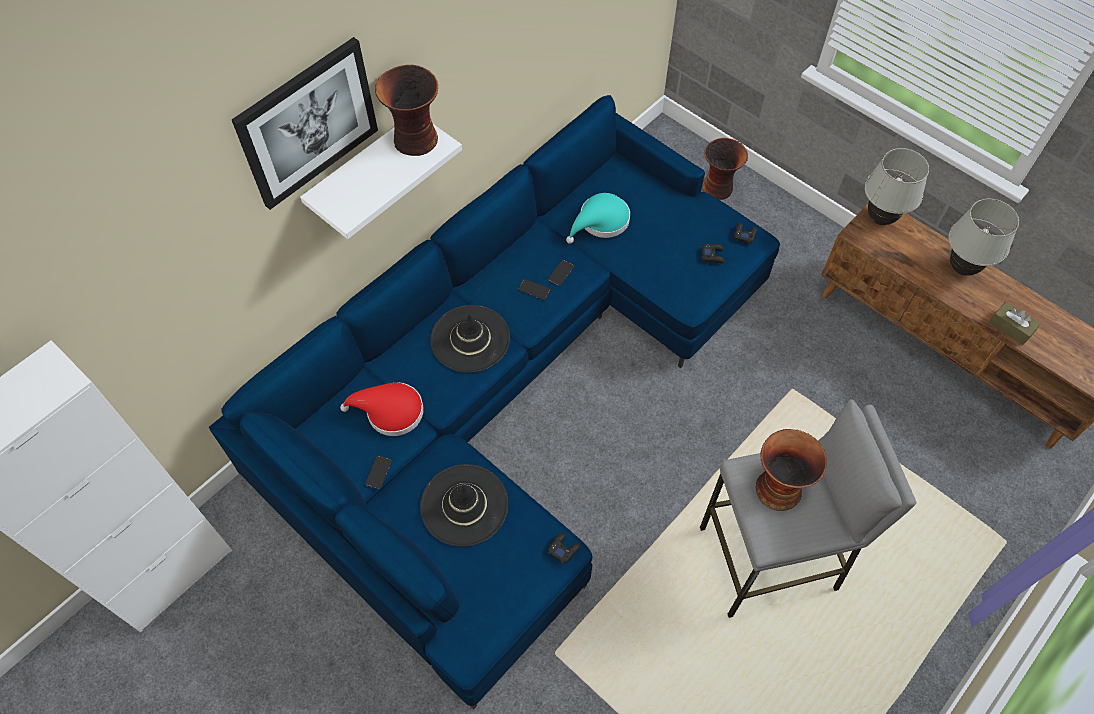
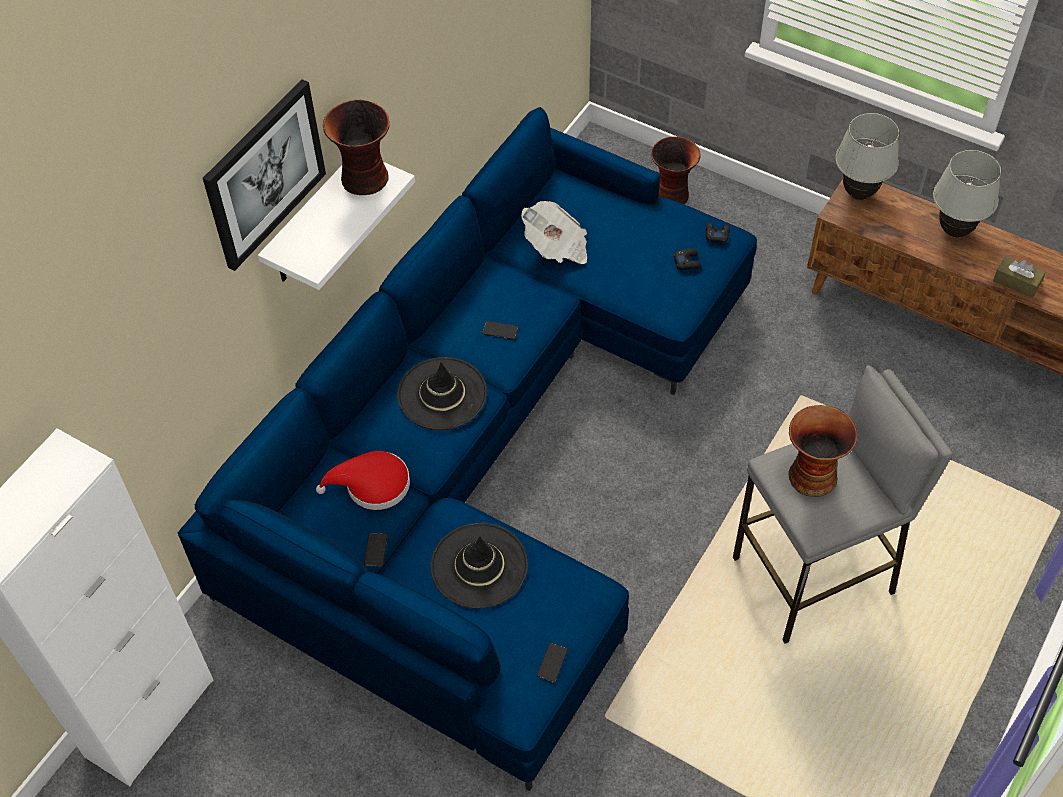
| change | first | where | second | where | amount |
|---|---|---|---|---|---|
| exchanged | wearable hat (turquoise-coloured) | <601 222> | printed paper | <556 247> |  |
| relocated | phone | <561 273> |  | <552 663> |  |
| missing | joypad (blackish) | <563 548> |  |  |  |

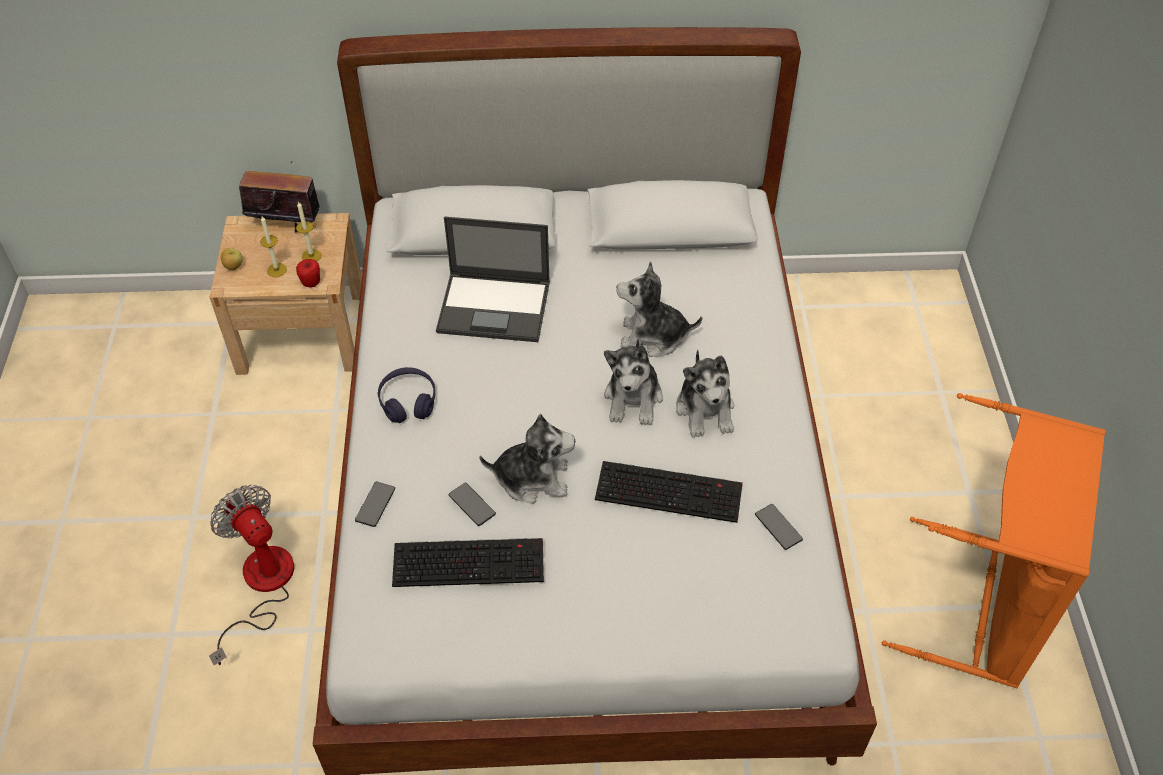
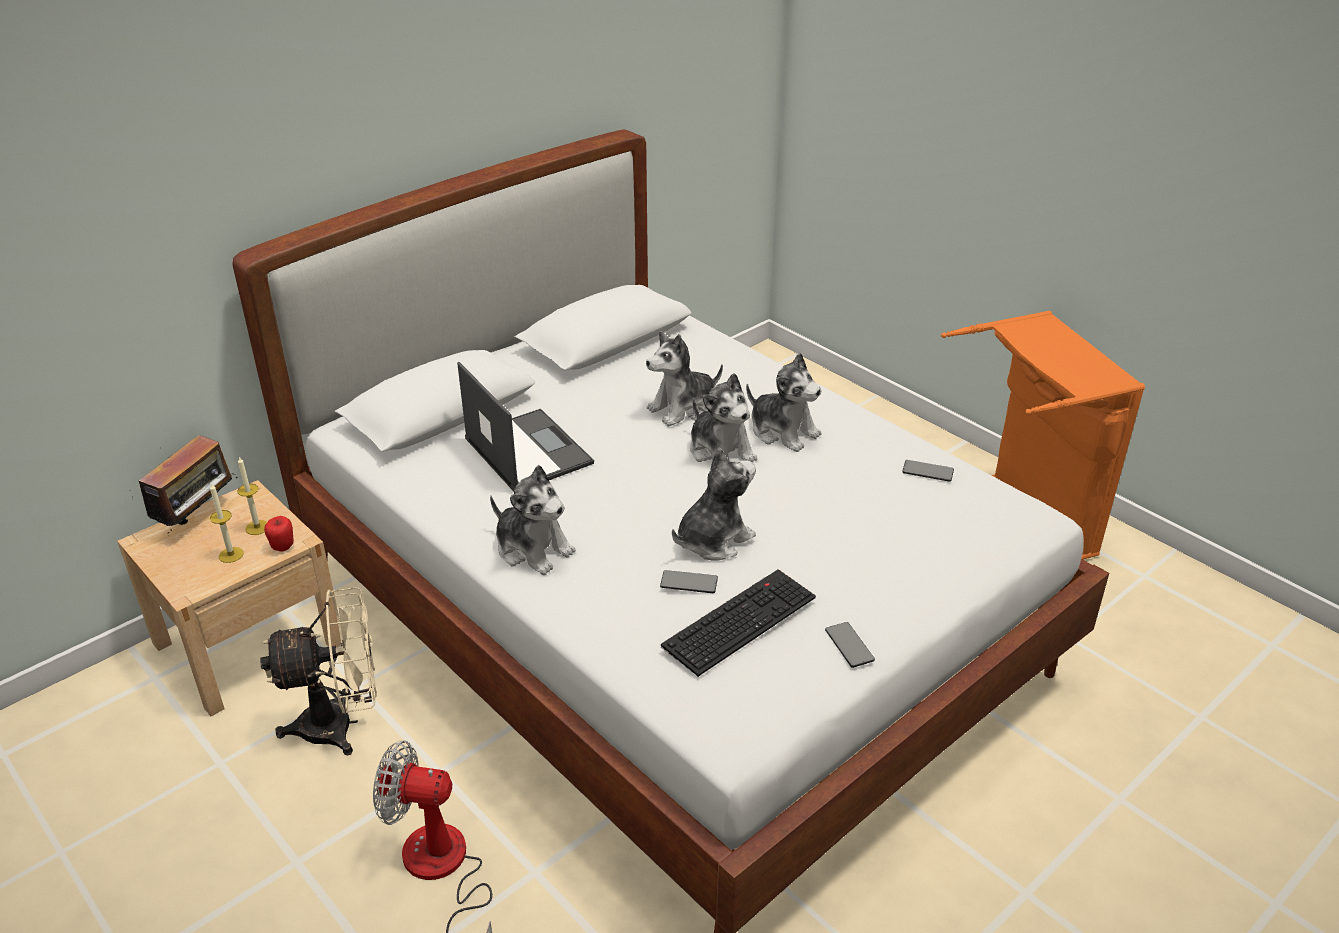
| change | first | where | second | where | amount |
|---|---|---|---|---|---|
| spun | radio receiver | <286 225> |  | <199 518> | 150 degrees clockwise |
| appeared |  |  | fan (sand-coloured) | <341 725> |  |
| spun | laptop | <495 307> |  | <527 450> | 90 degrees counterclockwise |
| exchanged | headphones (purple-coloured) | <408 401> | plush toy | <533 549> |  |
| relocated | phone | <375 504> |  | <849 645> |  |
| missing | apple | <233 267> |  |  |  |
| missing | computer keyboard | <670 491> |  |  |  |

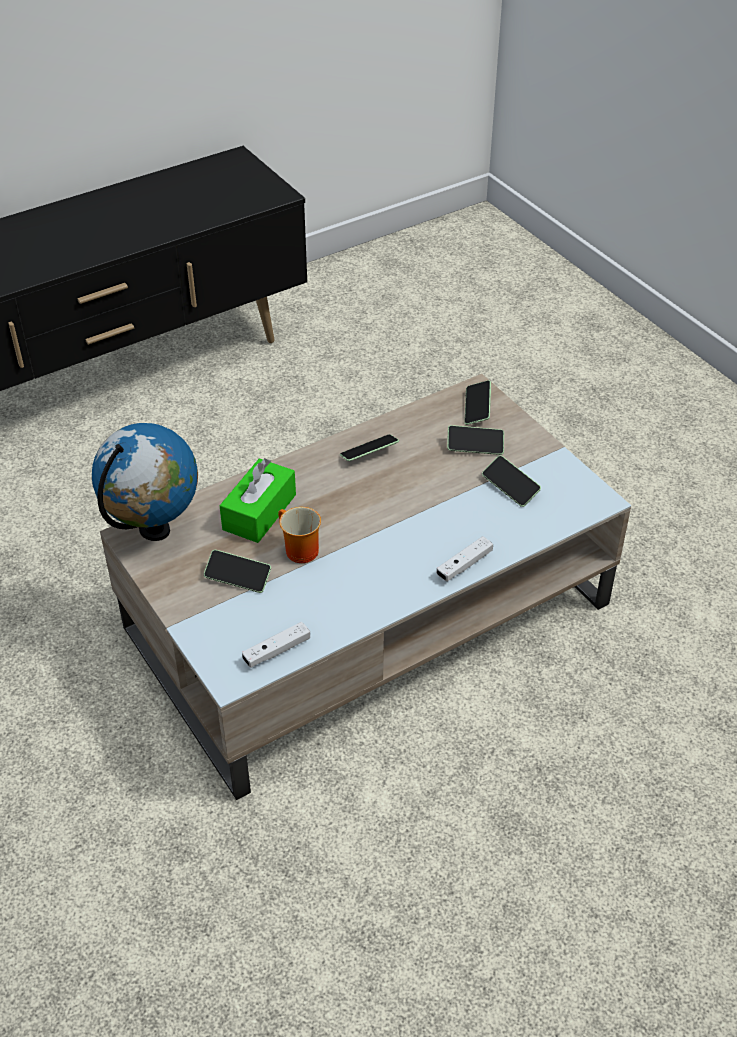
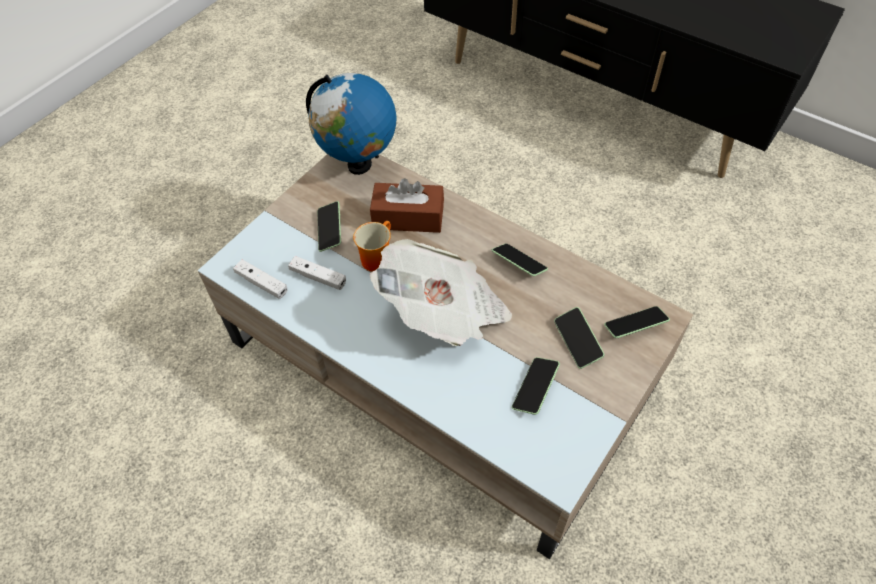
| change | first | where | second | where | amount |
|---|---|---|---|---|---|
| relocated | joypad (white) | <464 565> |  | <318 277> |  |
| colour | box of tissues (greenish) | <259 512> | box of tissues (brown) | <408 217> |  |
| appeared |  |  | printed paper | <444 312> |  |

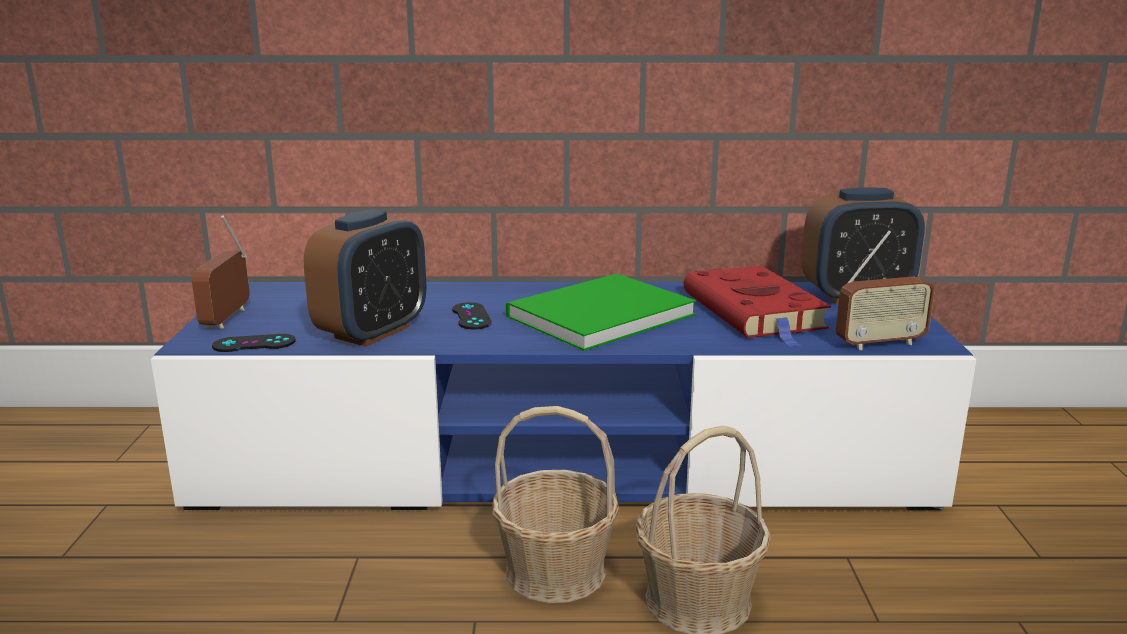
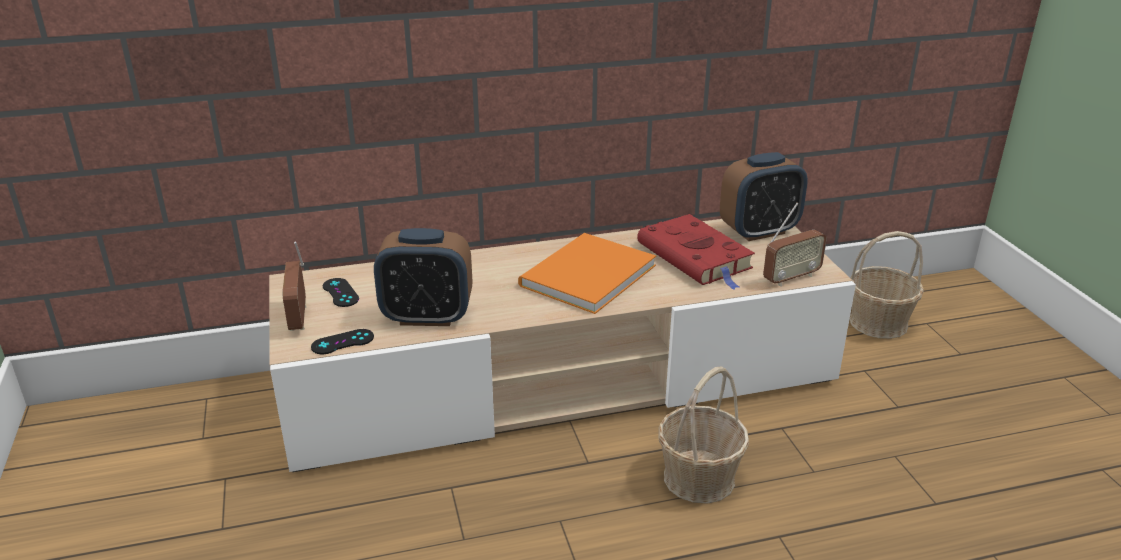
| change | first | where | second | where | amount |
|---|---|---|---|---|---|
| colour | tv stand (blue) | <563 460> | tv stand (sand-coloured) | <560 380> |  |
| relocated | joypad (blackish) | <471 316> |  | <340 293> |  |
| spun | alarm clock | <372 332> |  | <427 317> | 75 degrees clockwise |
| colour | book (greenish) | <594 315> | book (orange) | <583 276> |  |
| relocated | basket | <556 572> |  | <879 323> |  |

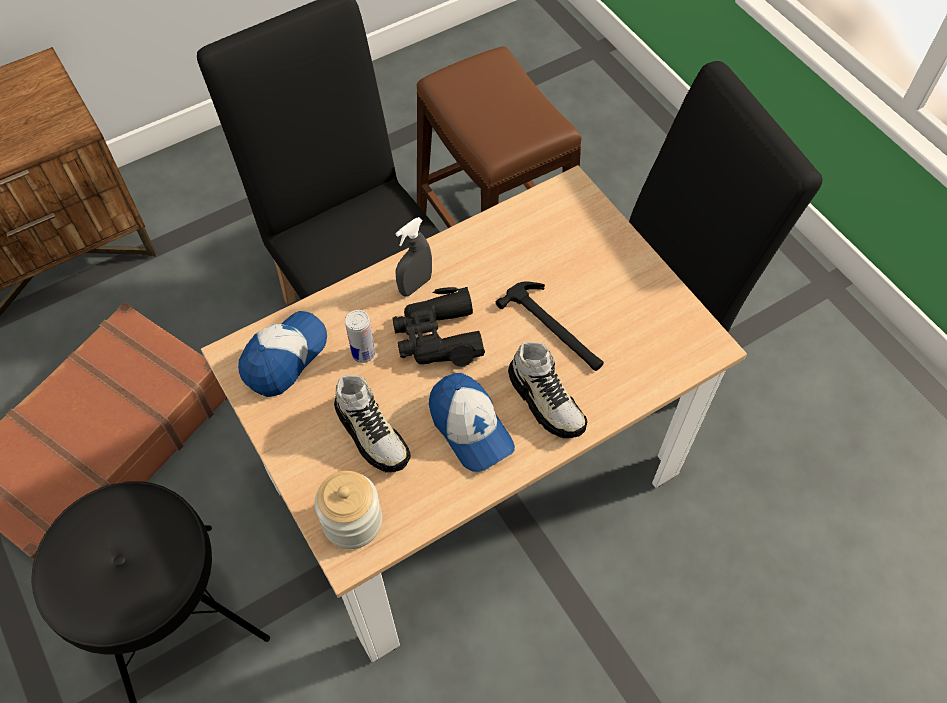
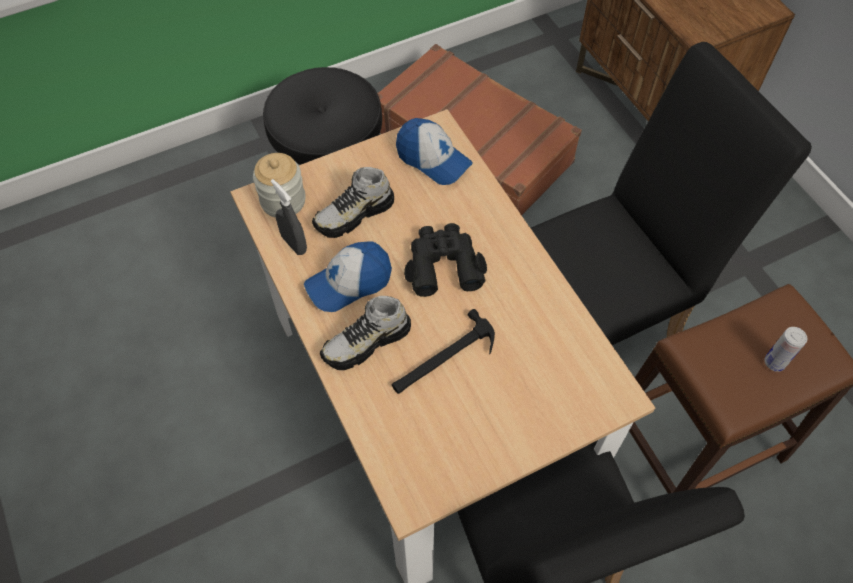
| change | first | where | second | where | amount |
|---|---|---|---|---|---|
| relocated | spray bottle (gray) | <415 285> |  | <294 244> |  |
| relocated | sealed can | <363 353> |  | <774 362> |  |

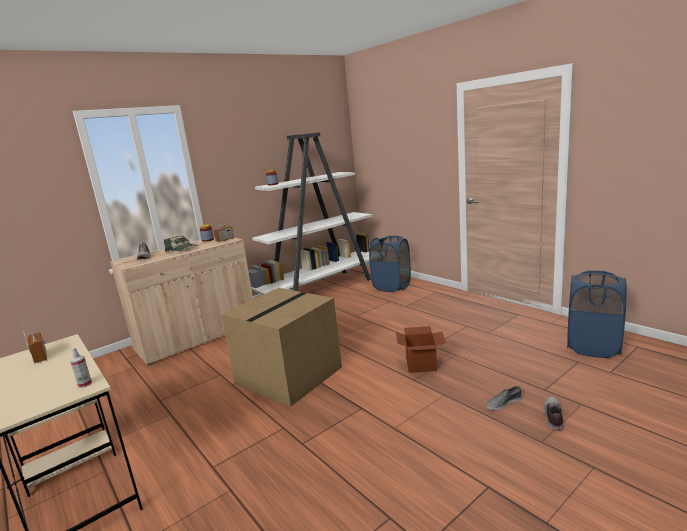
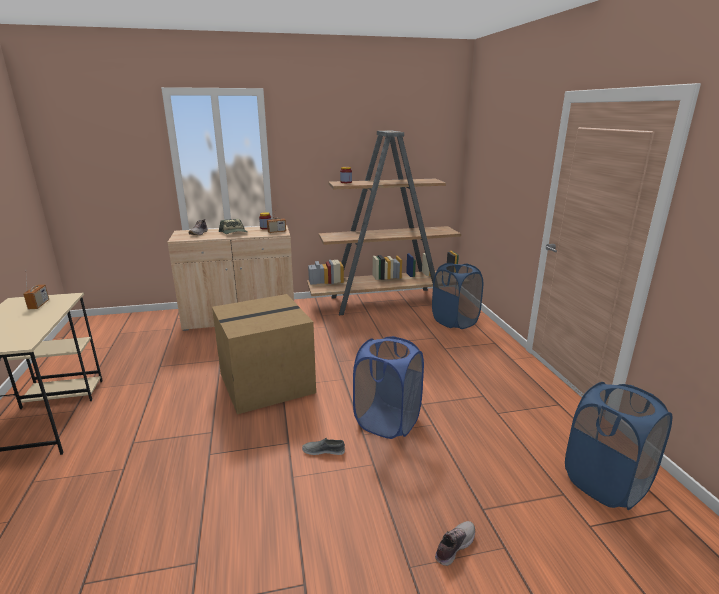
| change | first | where | second | where | amount |
|---|---|---|---|---|---|
| relocated | shoe (gray) | <503 402> |  | <323 450> |  |
| colour | bookshelf (white) | <322 288> | bookshelf (brown) | <387 301> |  |
| exchanged | carton | <421 365> | laundry basket (blue) | <387 421> |  |
| missing | spray bottle | <85 384> |  |  |  |

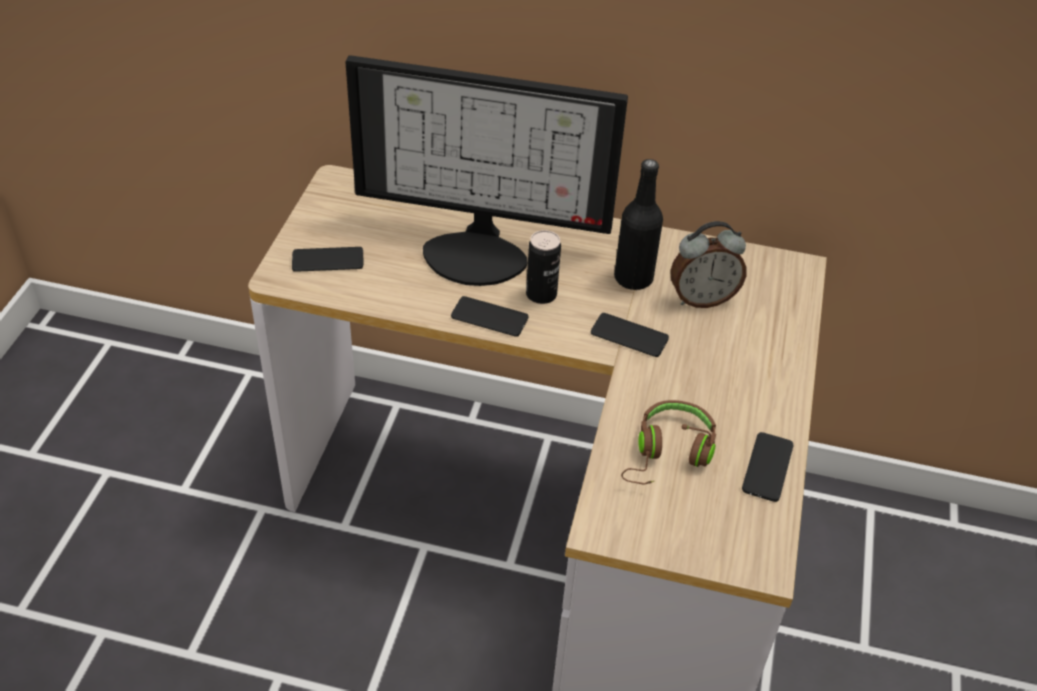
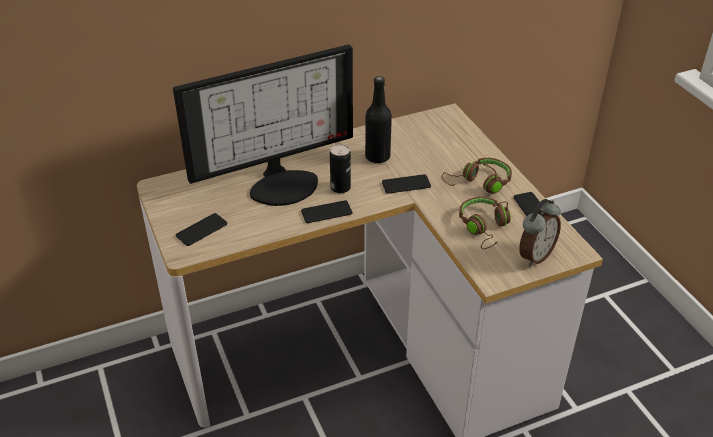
| change | first | where | second | where | amount |
|---|---|---|---|---|---|
| appeared |  |  | headphones (brown) | <479 183> |  |
| relocated | alarm clock | <702 298> |  | <535 255> |  |

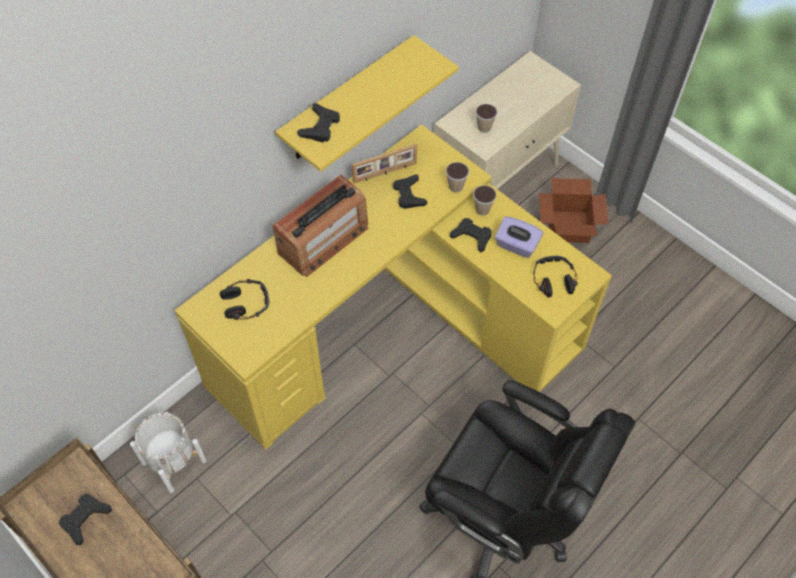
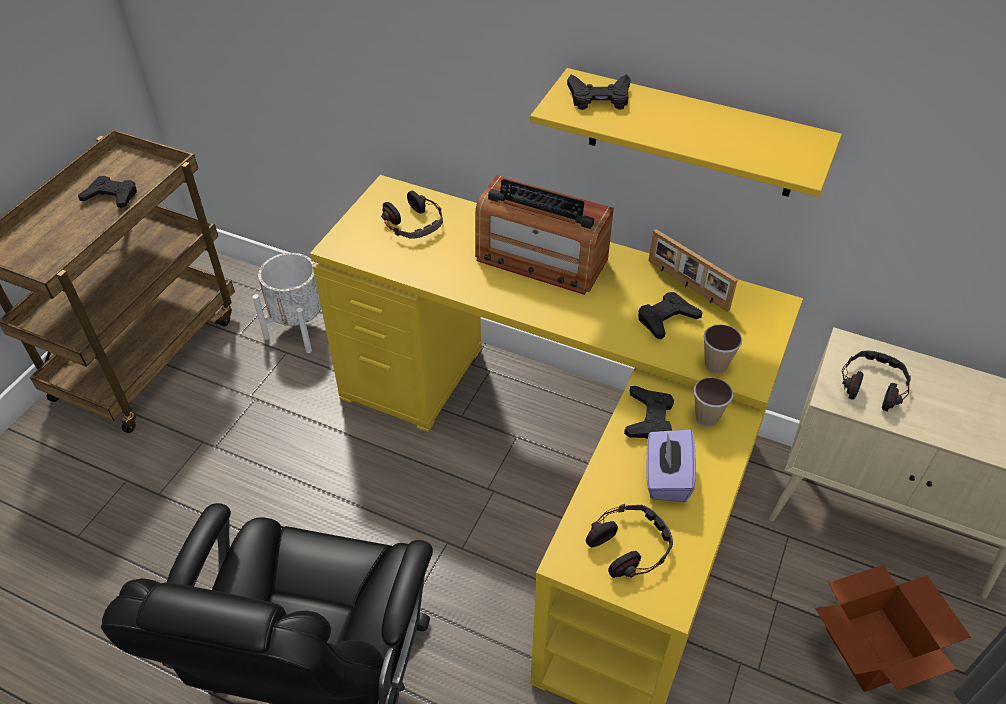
| change | first | where | second | where | amount |
|---|---|---|---|---|---|
| exchanged | drinking cup | <484 128> | headphones | <872 385> |  |

